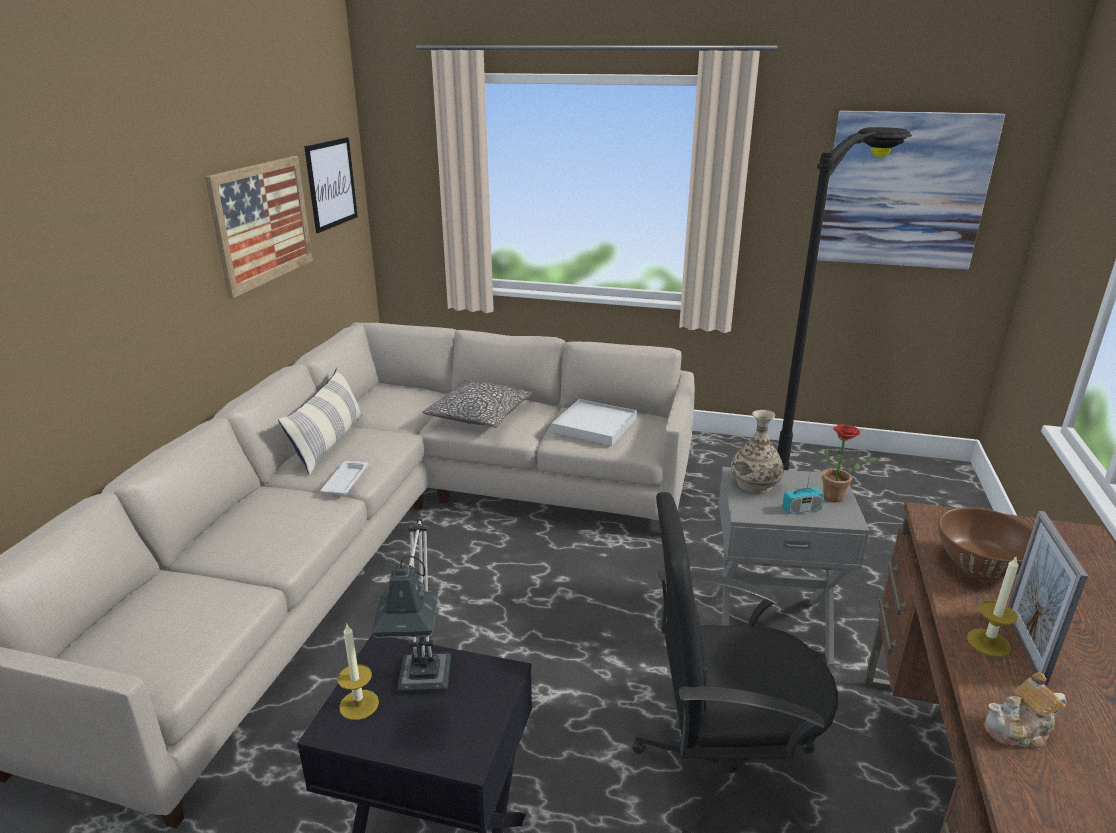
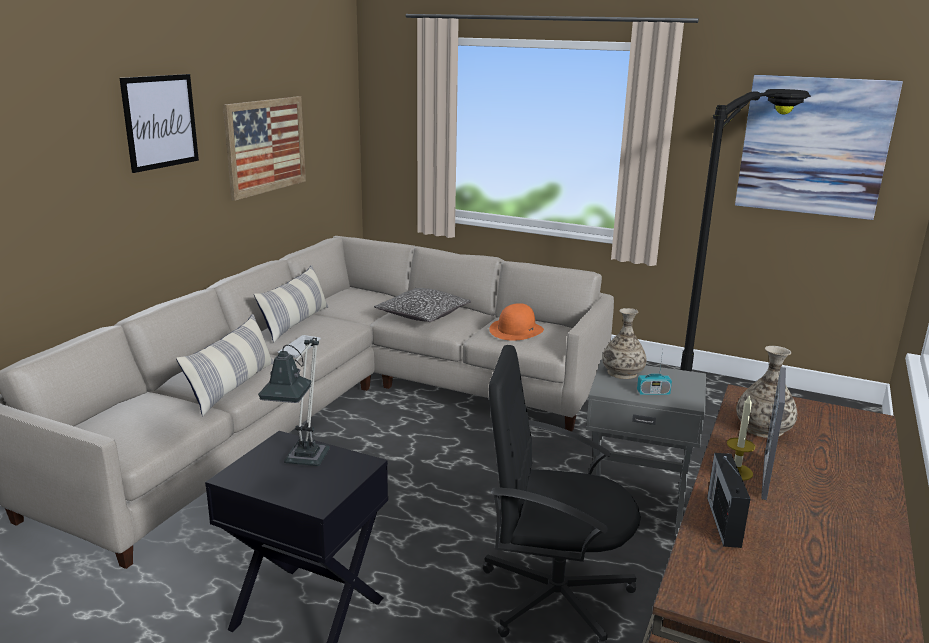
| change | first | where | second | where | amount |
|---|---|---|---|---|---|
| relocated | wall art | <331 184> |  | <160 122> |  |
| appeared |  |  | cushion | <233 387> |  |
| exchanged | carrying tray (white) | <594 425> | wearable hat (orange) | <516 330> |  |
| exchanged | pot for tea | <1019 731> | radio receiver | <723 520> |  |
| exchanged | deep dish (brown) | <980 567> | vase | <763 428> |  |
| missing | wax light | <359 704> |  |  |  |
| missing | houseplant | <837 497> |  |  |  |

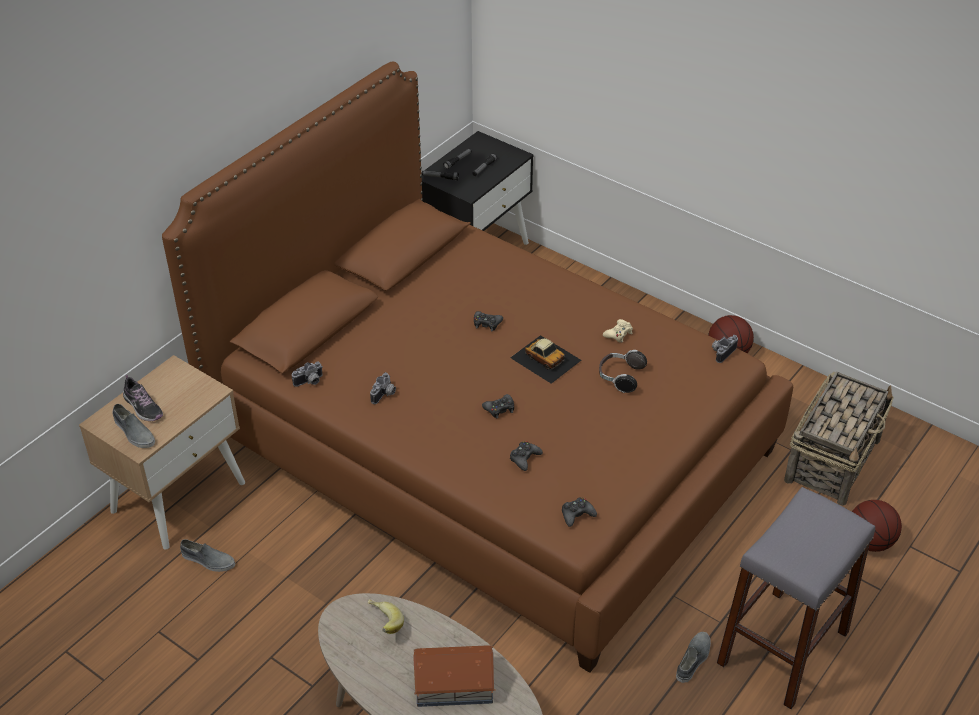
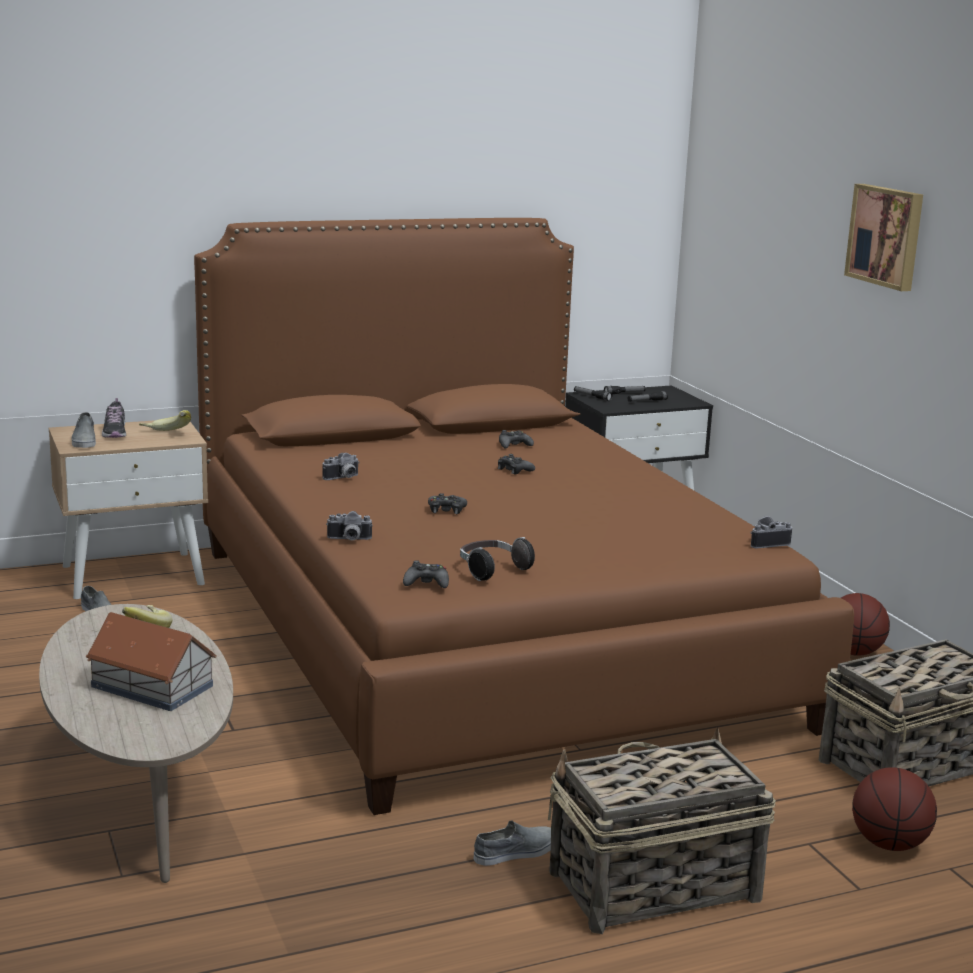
| change | first | where | second | where | amount |
|---|---|---|---|---|---|
| appeared |  |  | whole banana | <165 434> |  |
| relocated | still camera | <310 382> |  | <349 539> |  |
| relocated | headphones | <620 377> |  | <492 570> |  |
| relocated | joypad (blackish) | <524 458> |  | <514 445> |  |
| exchanged | sitting stool (gray) | <782 647> | basket | <651 886> |  |
| appeared |  |  | wall art | <887 236> |  |
| missing | miniature car | <545 358> |  |  |  |
| missing | joypad (sand-coloured) | <618 334> |  |  |  |

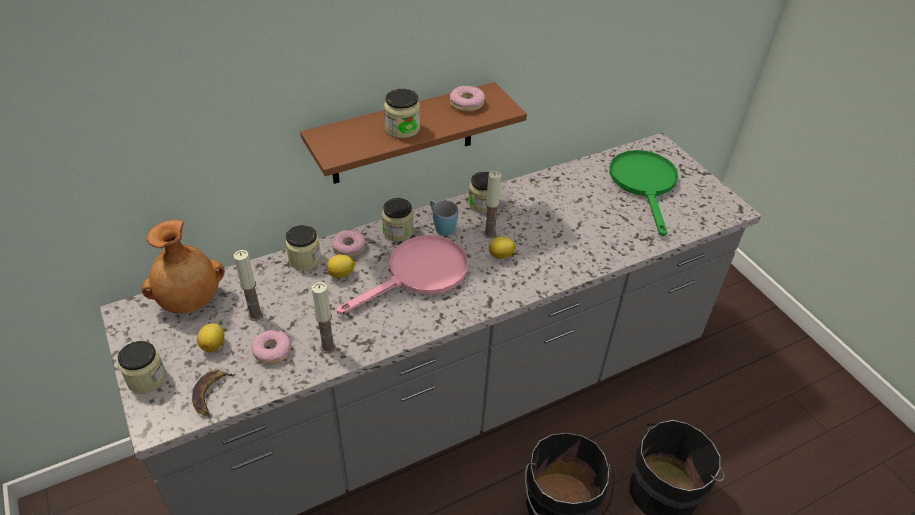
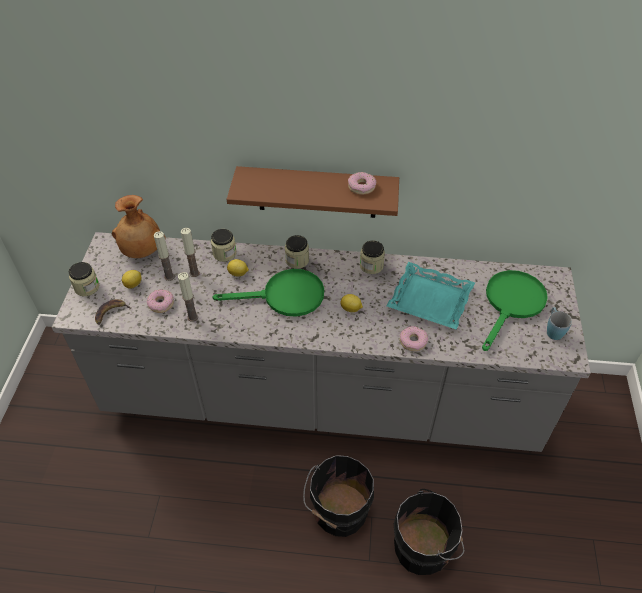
| change | first | where | second | where | amount |
|---|---|---|---|---|---|
| relocated | wax light | <489 234> |  | <194 273> |  |
| colour | pan (pink) | <418 275> | pan (greenish) | <285 296> |  |
| appeared |  |  | carrying tray (turquoise-coloured) | <430 299> |  |
| relocated | ring doughnut | <349 247> |  | <413 341> |  |
| relocated | mug (blue) | <441 226> |  | <553 330> |  |
| missing | storage jar | <402 129> |  |  |  |

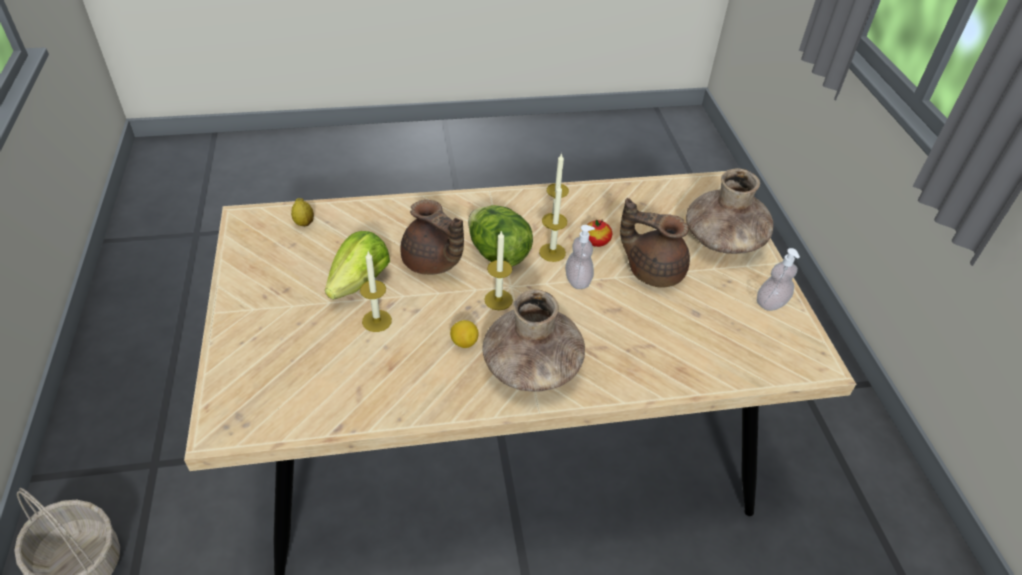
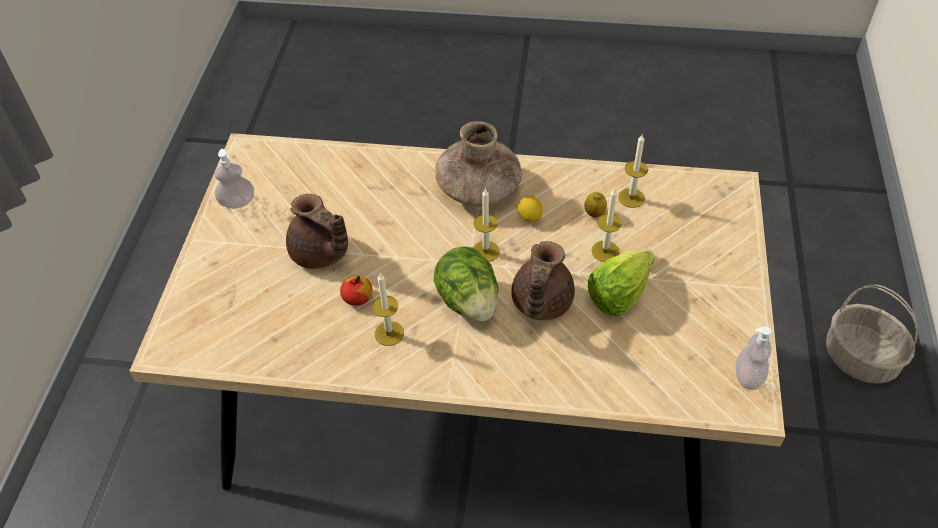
| change | first | where | second | where | amount |
|---|---|---|---|---|---|
| spun | pot for tea (brown) | <432 263> |  | <540 303> | 135 degrees counterclockwise |
| relocated | whole lemon | <304 223> |  | <594 213> |  |
| relocated | wax light | <552 252> |  | <631 198> |  |
| relocated | soap dispenser | <578 280> |  | <748 376> |  |
| missing | vase (brown) | <723 239> |  |  |  |

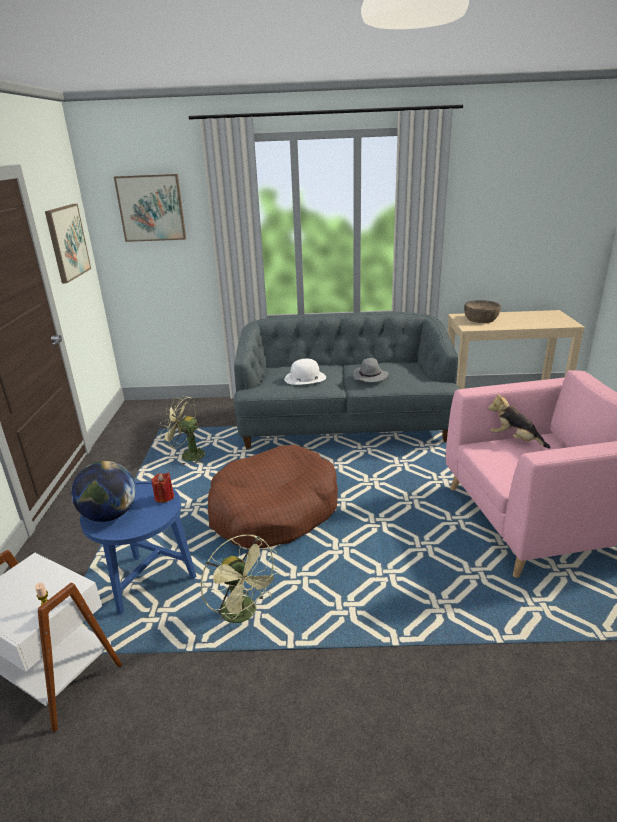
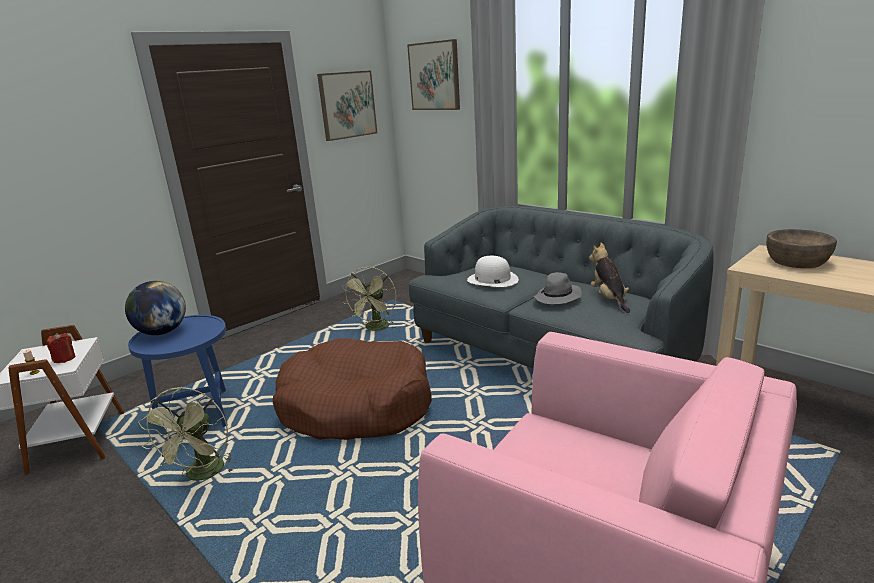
| change | first | where | second | where | amount |
|---|---|---|---|---|---|
| relocated | wax light (red-coloured) | <164 497> |  | <64 359> |  |
| spun | fan (greenish) | <188 455> |  | <376 329> | 135 degrees counterclockwise |
| relocated | plush toy | <515 440> |  | <609 299> |  |

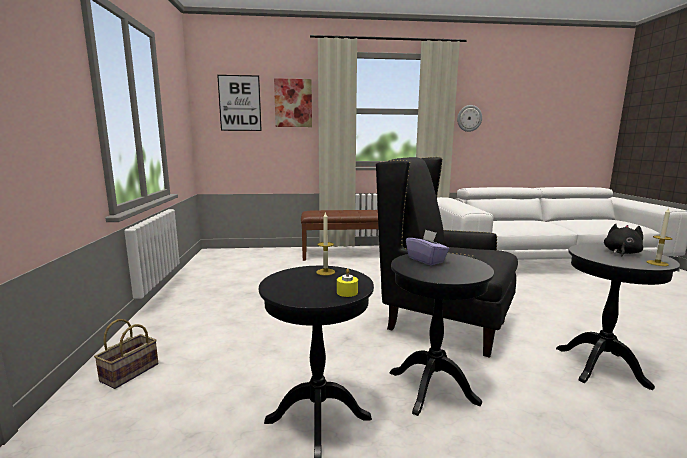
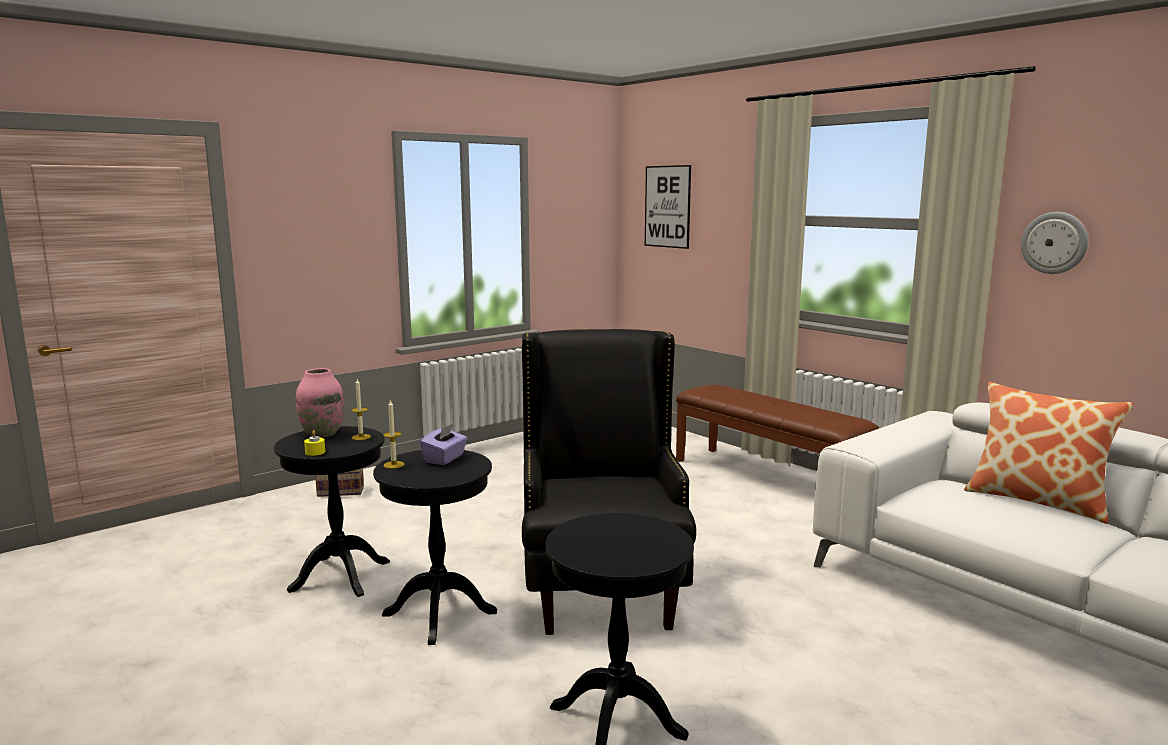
| change | first | where | second | where | amount |
|---|---|---|---|---|---|
| appeared |  |  | vase (pink) | <322 433> |  |
| relocated | wax light | <657 263> |  | <394 465> |  |
| appeared |  |  | cushion | <1037 501> |  |
| missing | wall art | <293 103> |  |  |  |
| missing | plush toy (blackish) | <621 253> |  |  |  |

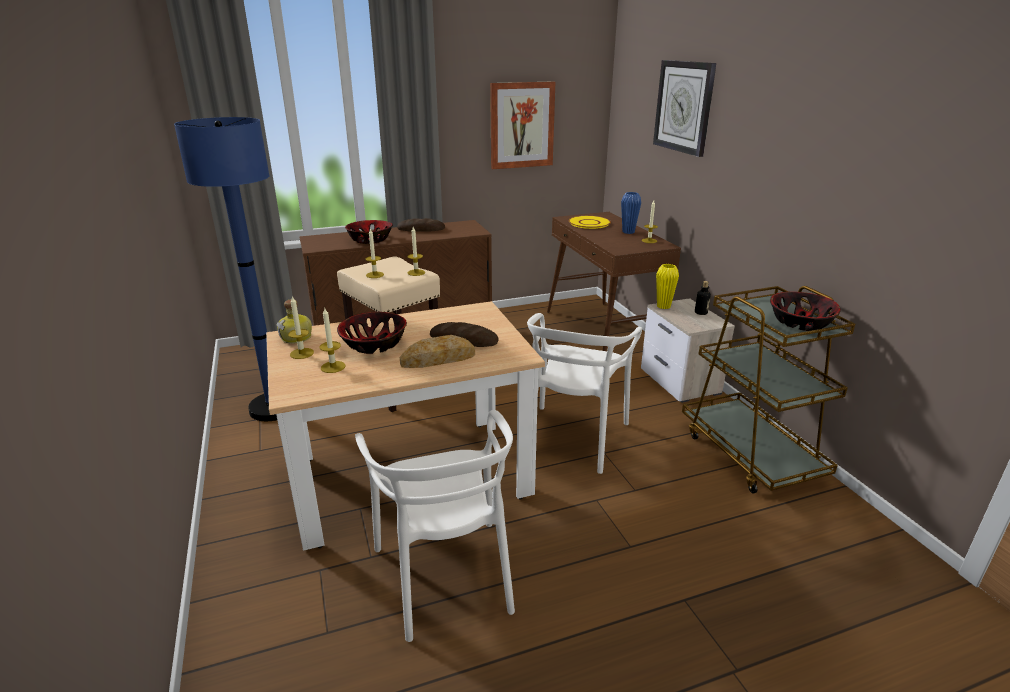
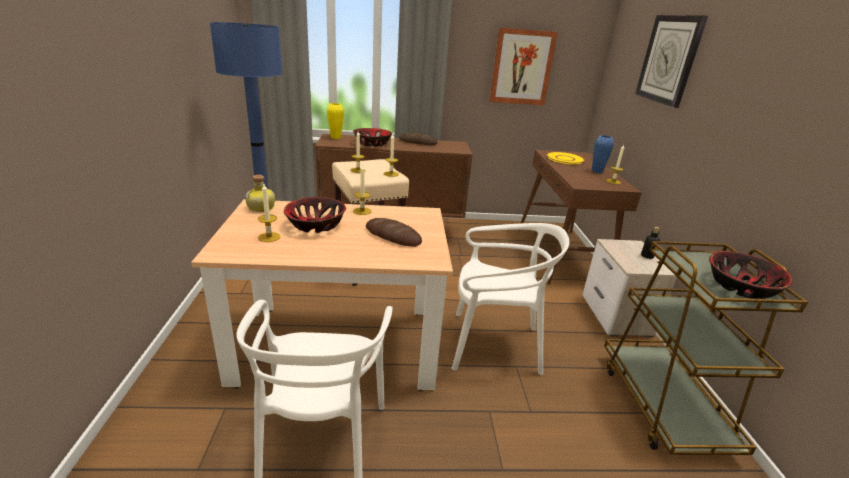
| change | first | where | second | where | amount |
|---|---|---|---|---|---|
| relocated | vase (yellow) | <663 306> |  | <336 137> |  |
| relocated | wax light | <301 353> |  | <362 211> |  |
| spun | upright chair (white) | <573 437> |  | <493 345> | 120 degrees counterclockwise |
| missing | baked bread | <438 359> |  |  |  |

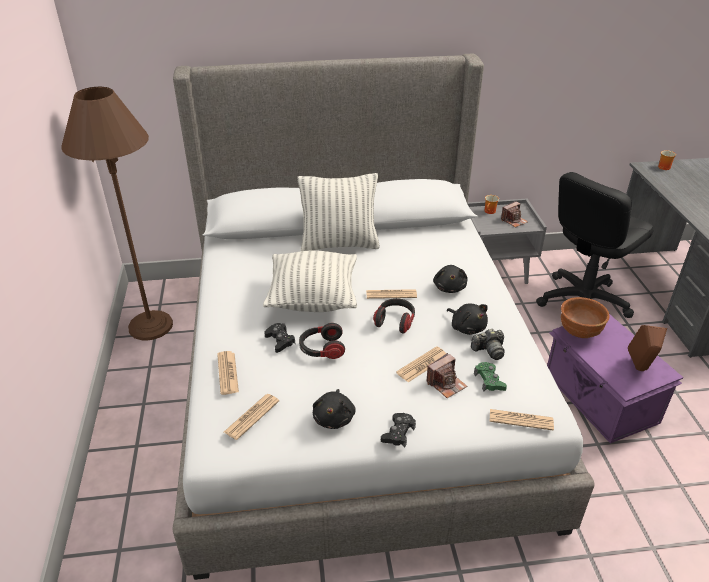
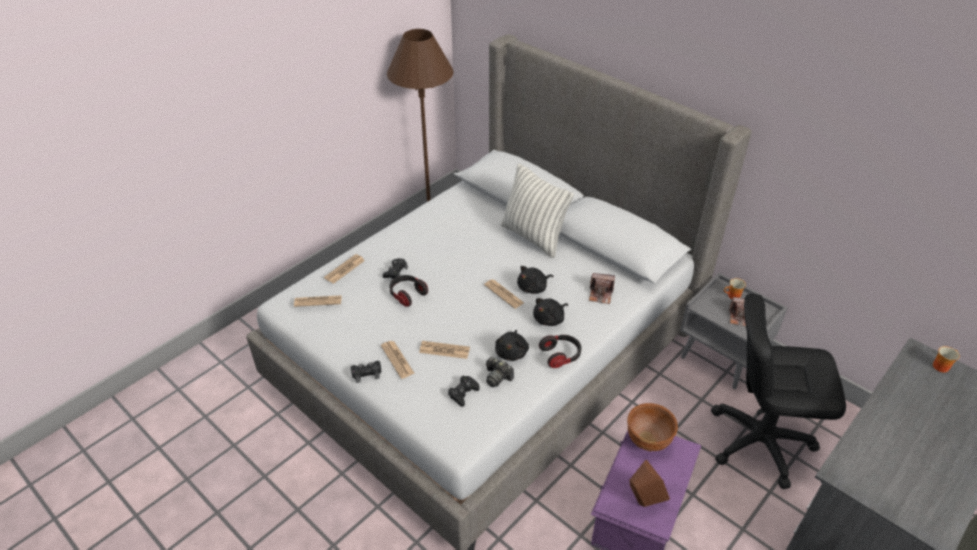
| change | first | where | second | where | amount |
|---|---|---|---|---|---|
| relocated | printed paper | <521 420> |  | <397 360> |  |
| colour | joypad (greenish) | <489 381> | joypad (blackish) | <463 393> |  |
| relocated | plush toy (blackish) | <334 418> |  | <533 288> |  |
| relocated | headphones | <395 321> |  | <561 355> |  |
| relocated | still camera | <446 384> |  | <600 294> |  |
| missing | cushion | <313 299> |  |  |  |

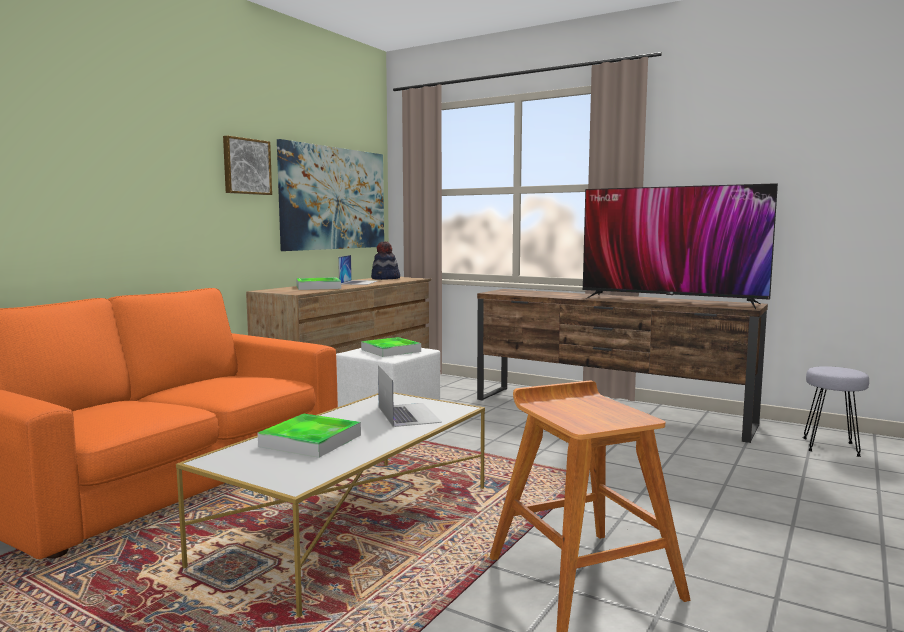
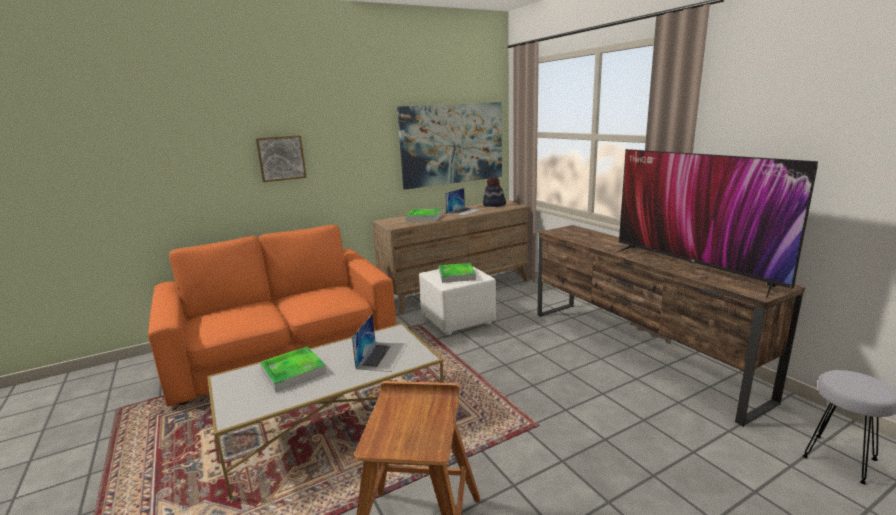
| change | first | where | second | where | amount |
|---|---|---|---|---|---|
| relocated | wall art | <246 166> |  | <281 158> |  |

